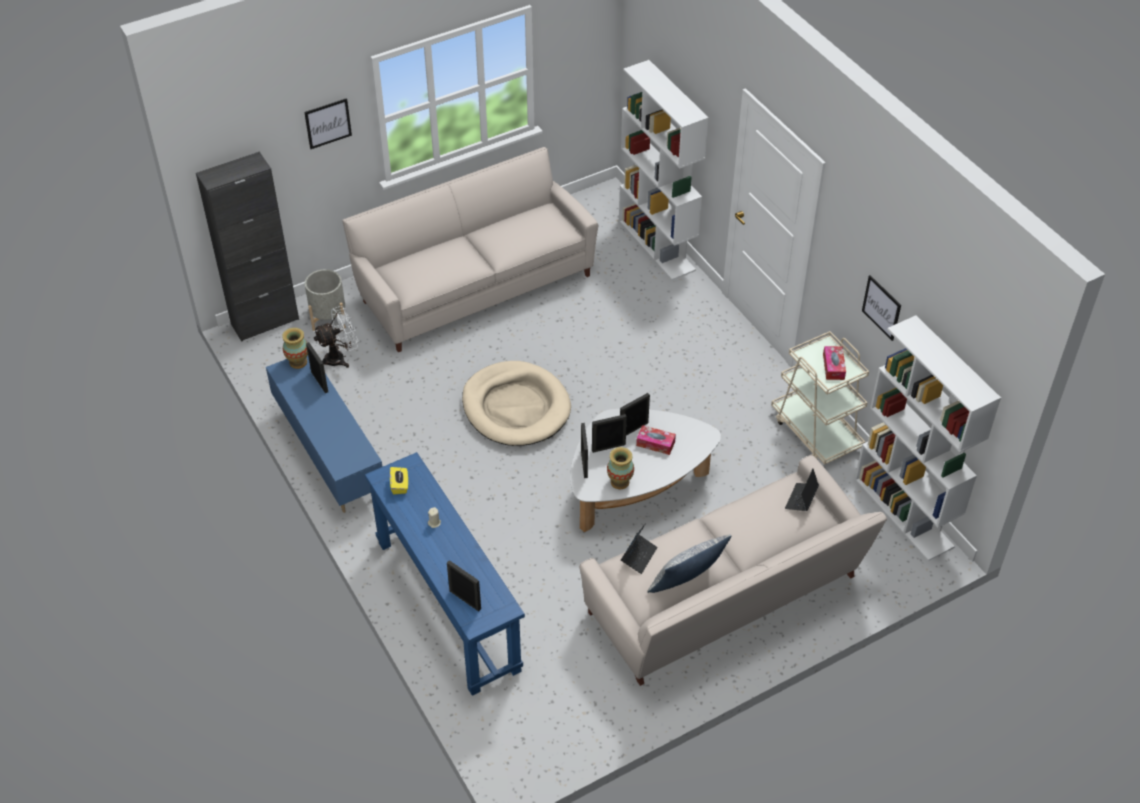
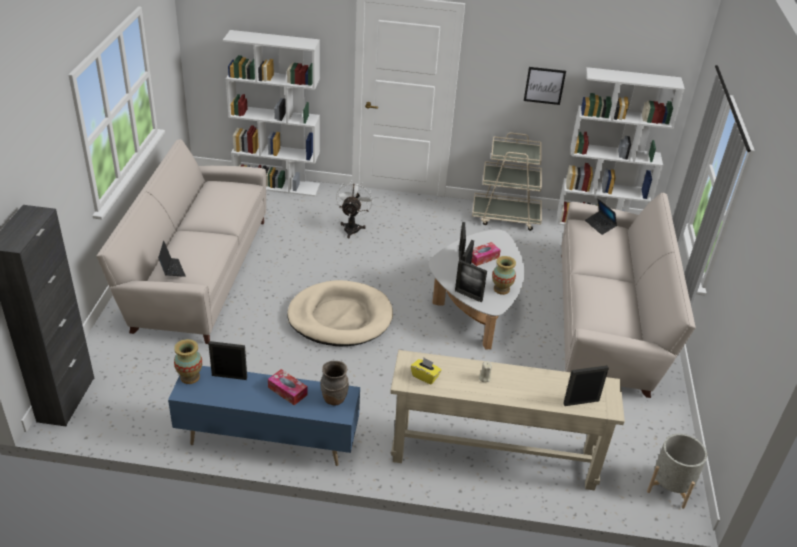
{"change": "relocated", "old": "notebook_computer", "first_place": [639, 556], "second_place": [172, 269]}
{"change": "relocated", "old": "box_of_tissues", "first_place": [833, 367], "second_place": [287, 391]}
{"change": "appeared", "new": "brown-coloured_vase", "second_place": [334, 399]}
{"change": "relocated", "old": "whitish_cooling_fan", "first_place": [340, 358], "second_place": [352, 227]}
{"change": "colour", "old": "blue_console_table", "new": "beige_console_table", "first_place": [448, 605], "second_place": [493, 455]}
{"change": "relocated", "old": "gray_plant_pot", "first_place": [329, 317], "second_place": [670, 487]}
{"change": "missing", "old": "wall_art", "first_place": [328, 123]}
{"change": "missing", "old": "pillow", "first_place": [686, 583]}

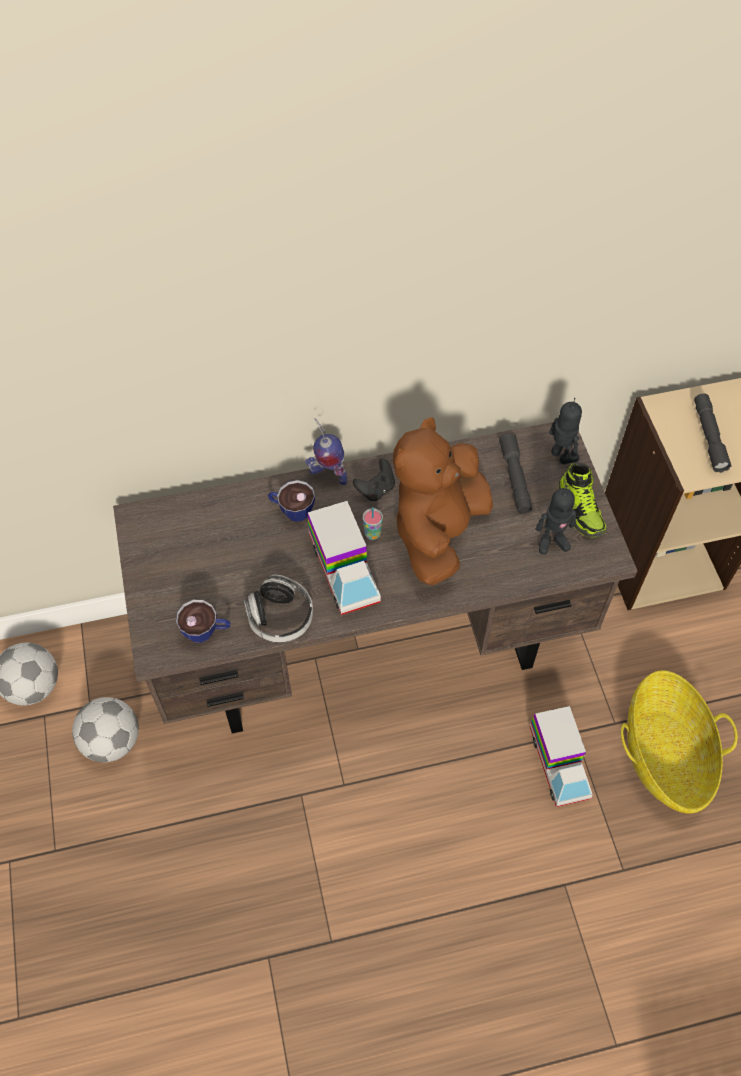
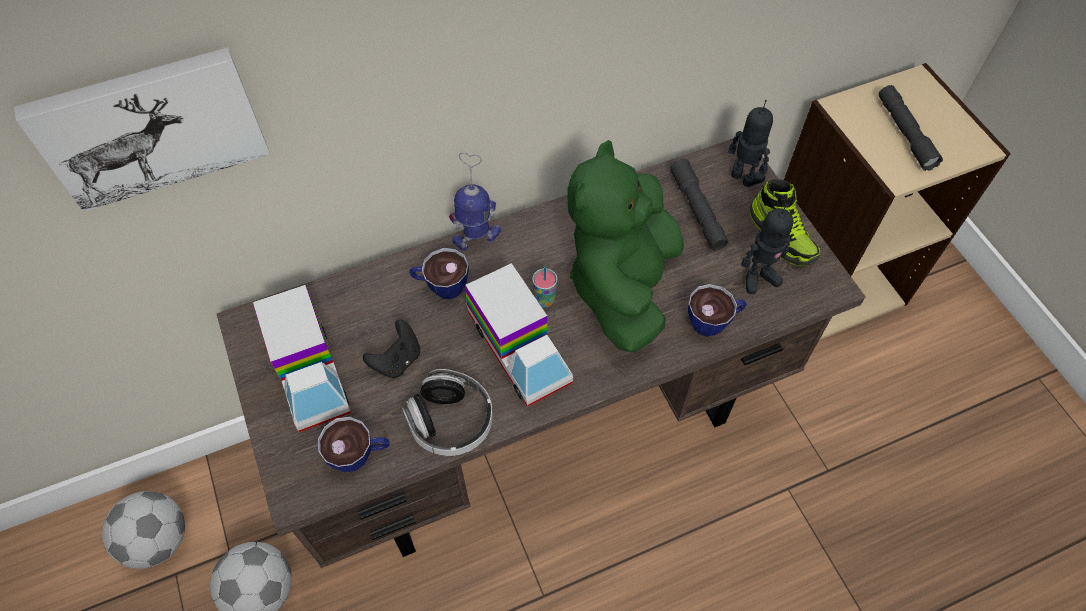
{"change": "appeared", "new": "wall_art", "second_place": [151, 125]}
{"change": "relocated", "old": "model_truck", "first_place": [558, 763], "second_place": [309, 372]}
{"change": "relocated", "old": "black_gamepad", "first_place": [376, 489], "second_place": [397, 360]}
{"change": "spun", "old": "robot_figure", "first_place": [328, 475], "second_place": [477, 238], "degrees": 150}
{"change": "colour", "old": "brown-coloured_cuddly_toy", "new": "green-coloured_cuddly_toy", "first_place": [438, 531], "second_place": [622, 286]}
{"change": "appeared", "new": "cup", "second_place": [713, 321]}
{"change": "missing", "old": "storage_basket", "first_place": [665, 754]}

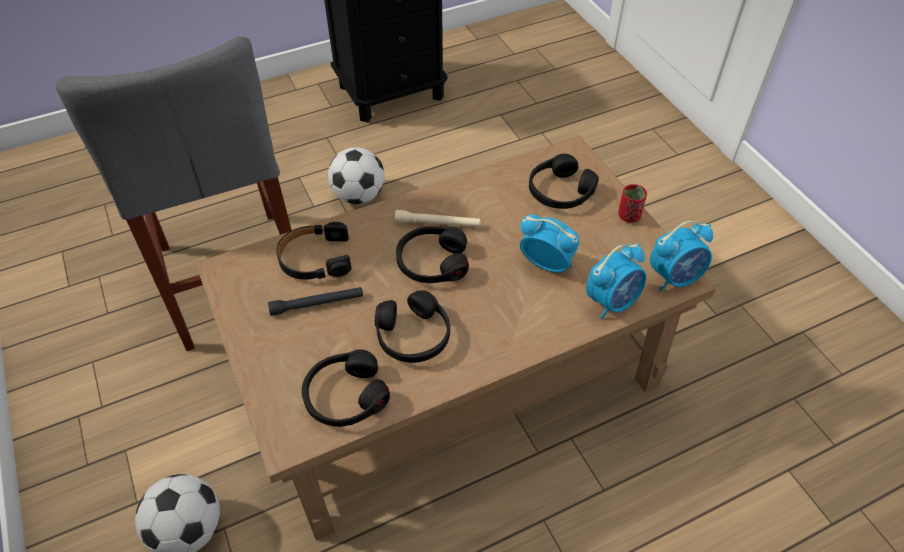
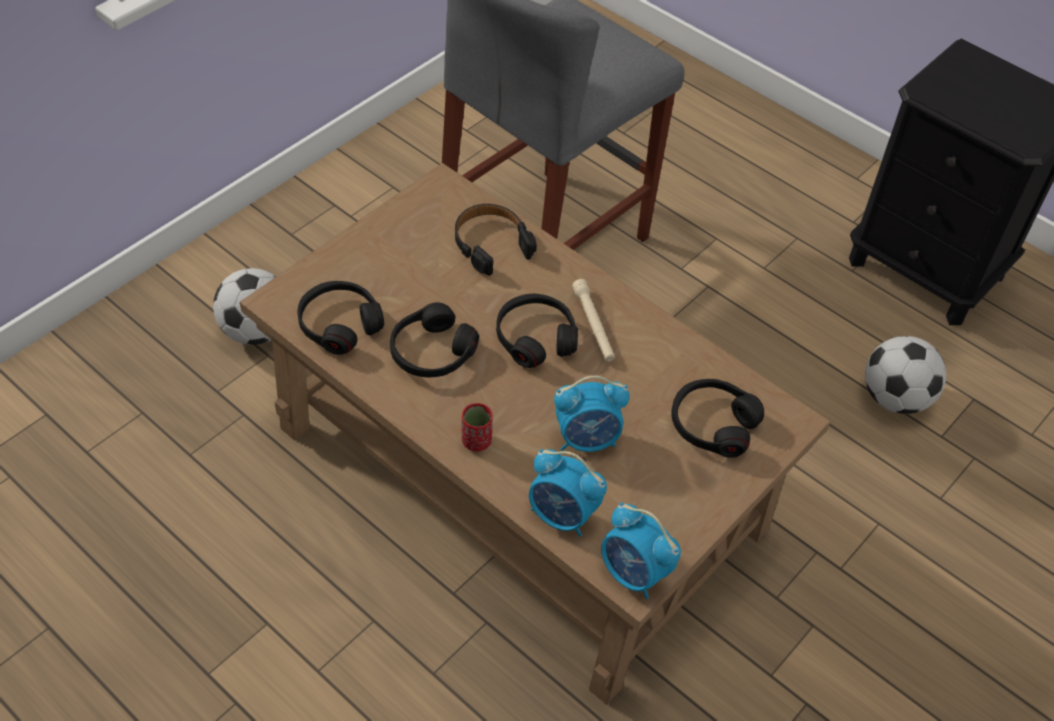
{"change": "relocated", "old": "red_cup", "first_place": [629, 216], "second_place": [476, 441]}
{"change": "spun", "old": "bedside_clock", "first_place": [546, 263], "second_place": [587, 439], "degrees": 75}
{"change": "relocated", "old": "football_ball", "first_place": [359, 196], "second_place": [894, 398]}
{"change": "missing", "old": "black_flashlight", "first_place": [317, 304]}

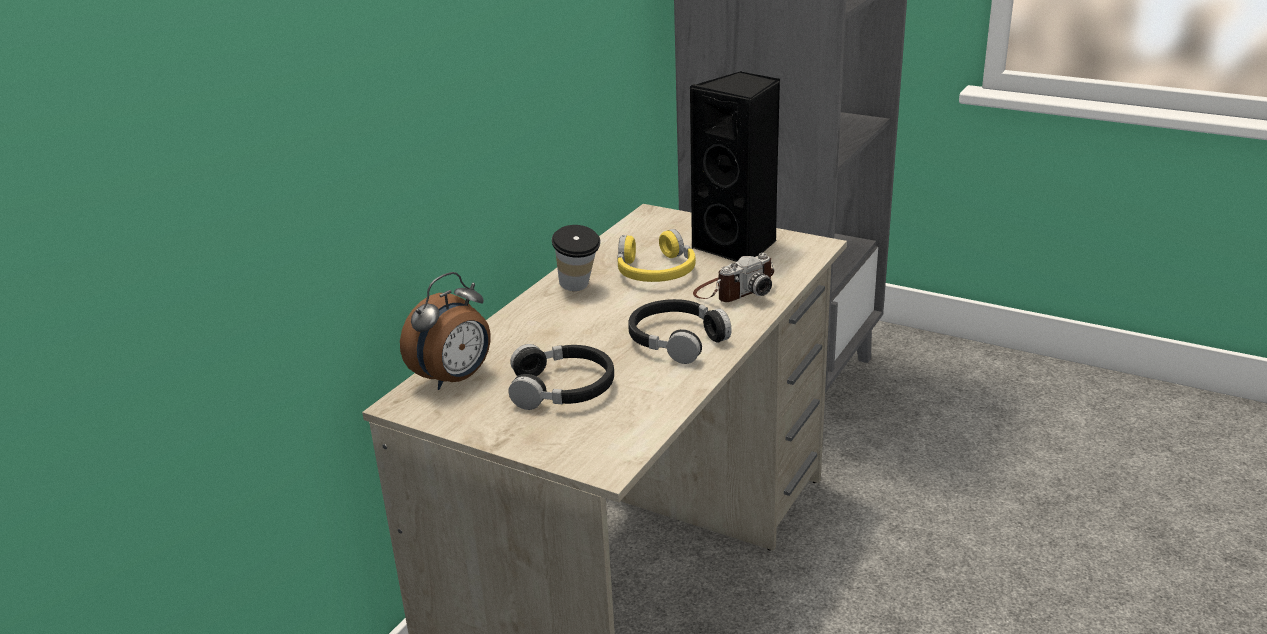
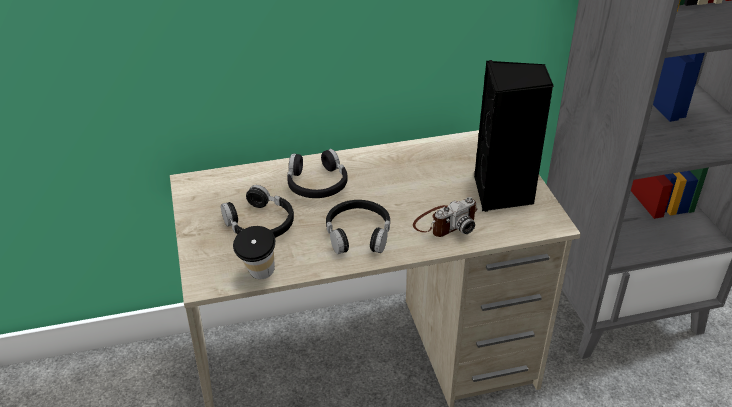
{"change": "relocated", "old": "cup", "first_place": [578, 289], "second_place": [258, 277]}
{"change": "appeared", "new": "black_pair_of_headphones", "second_place": [317, 183]}
{"change": "spun", "old": "still_camera", "first_place": [734, 290], "second_place": [445, 223], "degrees": -45}
{"change": "missing", "old": "bedside_clock", "first_place": [455, 379]}
{"change": "missing", "old": "yellow_pair_of_headphones", "first_place": [655, 271]}

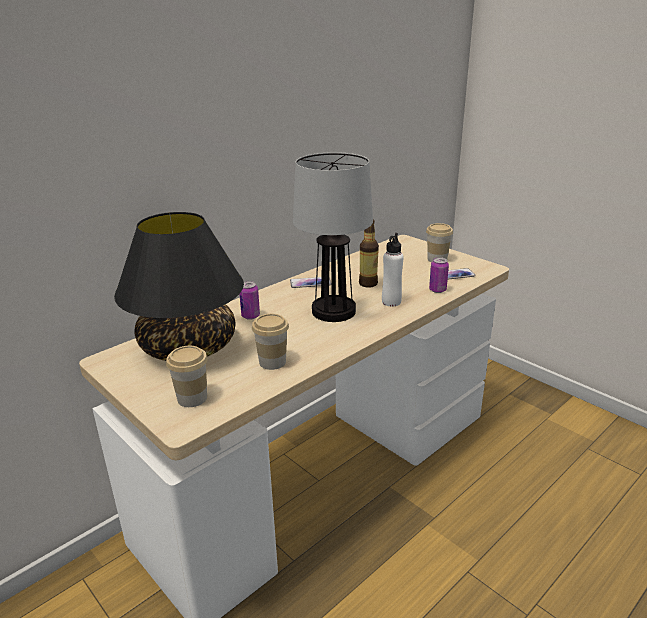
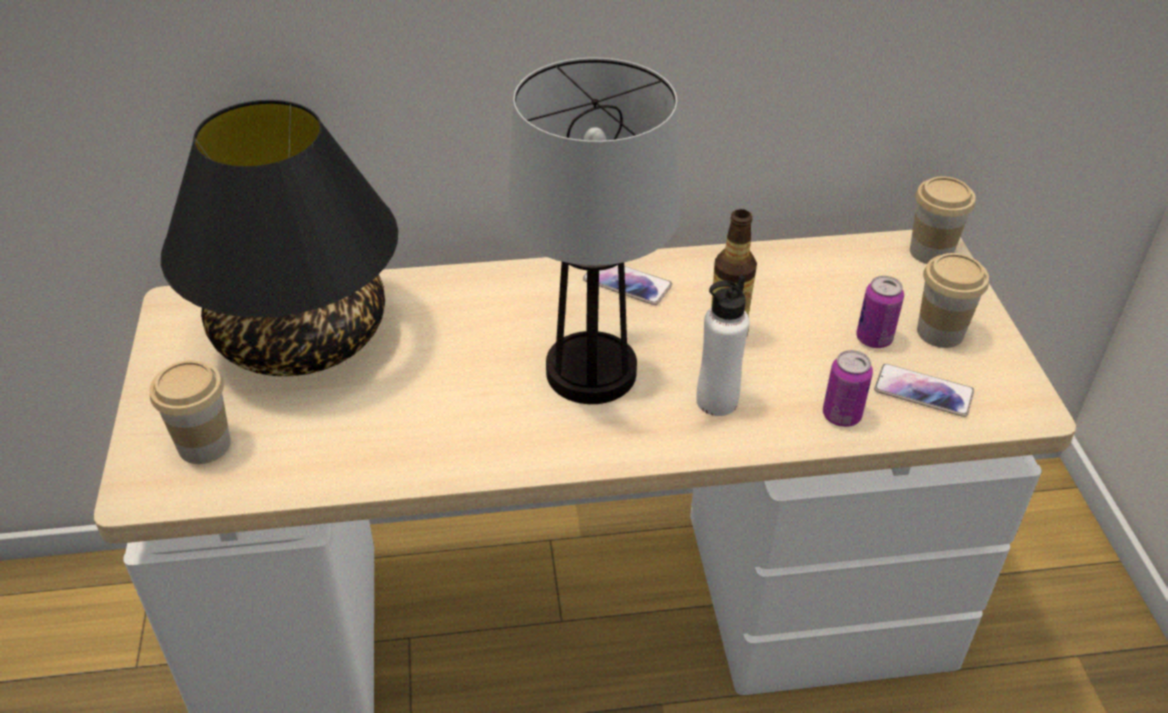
{"change": "relocated", "old": "sealed_can", "first_place": [250, 316], "second_place": [874, 339]}
{"change": "relocated", "old": "cup", "first_place": [272, 362], "second_place": [931, 252]}

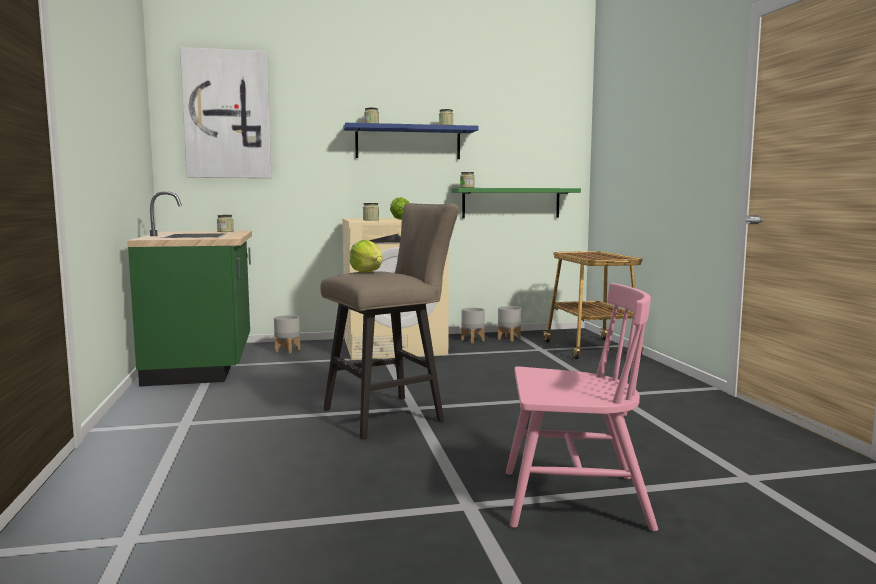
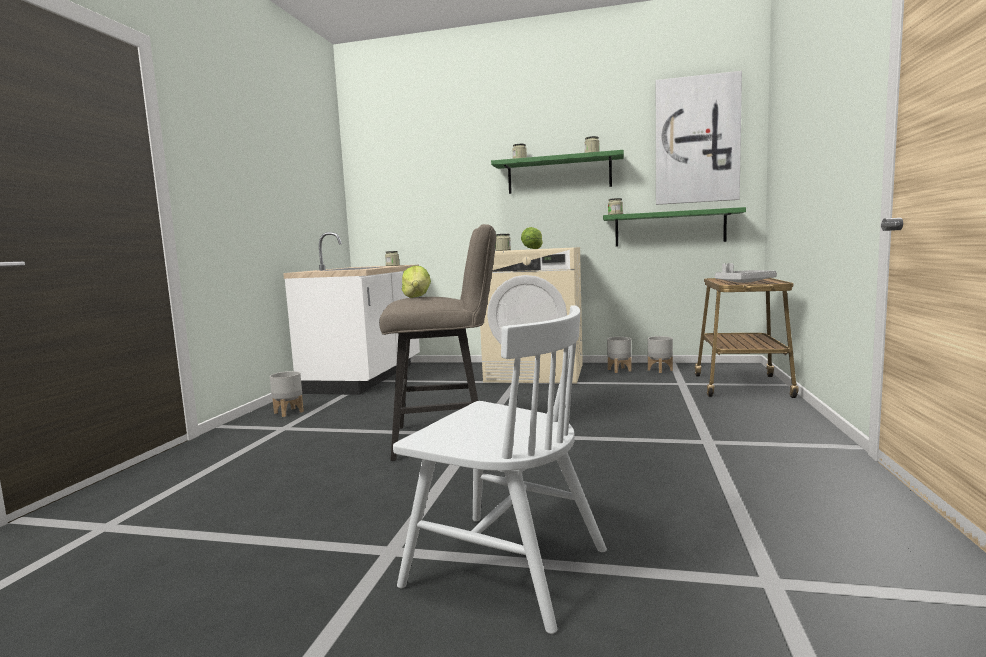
{"change": "relocated", "old": "gray_plant_pot", "first_place": [287, 350], "second_place": [288, 412]}
{"change": "colour", "old": "green-coloured_kitchen_counter", "new": "whitish_kitchen_counter", "first_place": [204, 363], "second_place": [366, 378]}
{"change": "colour", "old": "pink-coloured_upright_chair", "new": "whitish_upright_chair", "first_place": [573, 500], "second_place": [505, 567]}
{"change": "colour", "old": "blue_wall_shelf", "new": "green-coloured_wall_shelf", "first_place": [408, 143], "second_place": [559, 174]}
{"change": "relocated", "old": "wall_art", "first_place": [227, 114], "second_place": [697, 140]}
{"change": "appeared", "new": "gray_serving_tray", "second_place": [744, 282]}

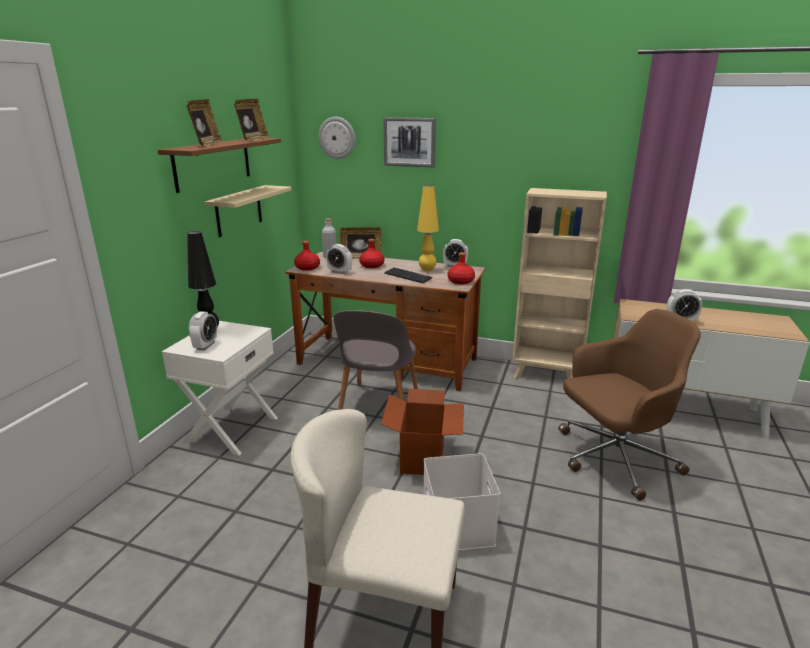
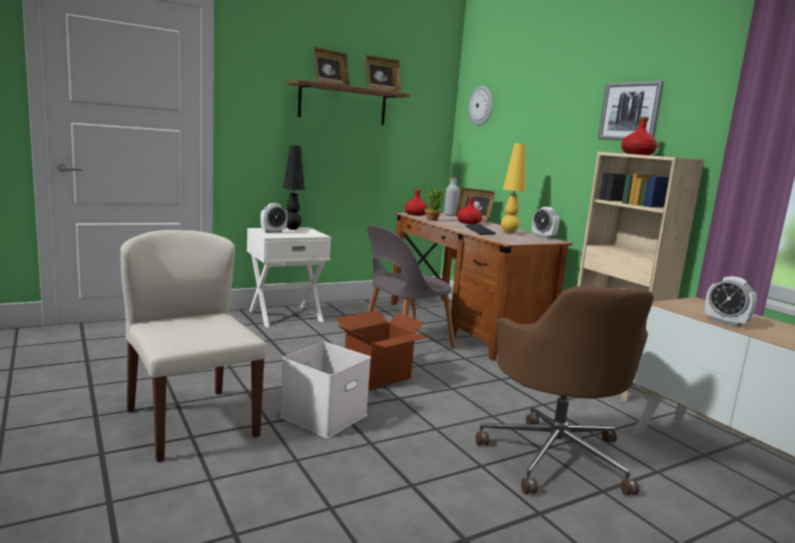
{"change": "exchanged", "old": "bedside_clock", "new": "houseplant", "first_place": [339, 272], "second_place": [432, 219]}
{"change": "spun", "old": "brown-coloured_desk_chair", "first_place": [614, 458], "second_place": [555, 455], "degrees": 60}
{"change": "relocated", "old": "wall_art", "first_place": [409, 142], "second_place": [630, 111]}
{"change": "relocated", "old": "red_beverage_bottle", "first_place": [461, 281], "second_place": [638, 154]}
{"change": "missing", "old": "beige_wall_shelf", "first_place": [239, 210]}

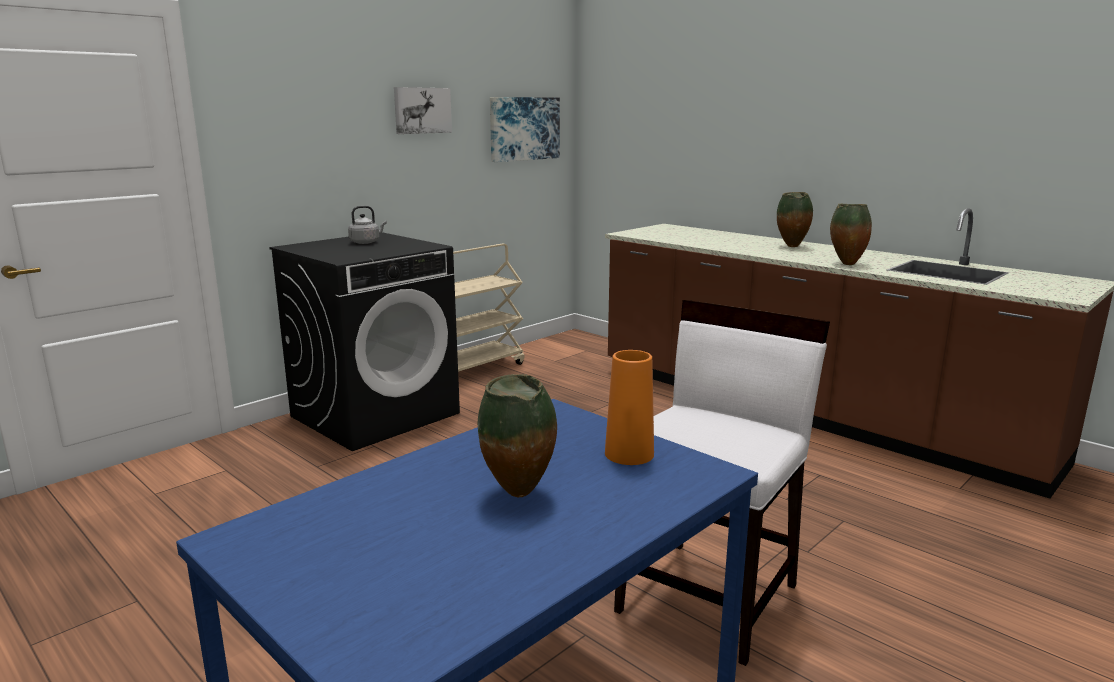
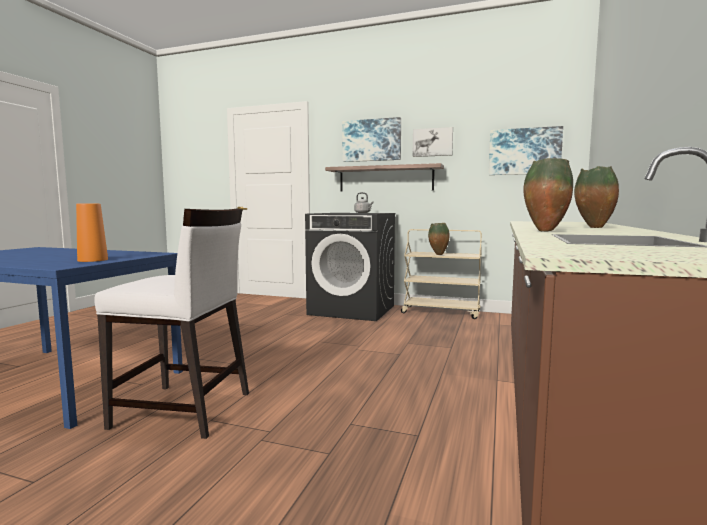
{"change": "appeared", "new": "wall_shelf", "second_place": [385, 179]}
{"change": "appeared", "new": "wall_art", "second_place": [371, 140]}
{"change": "relocated", "old": "vase", "first_place": [519, 495], "second_place": [438, 254]}

